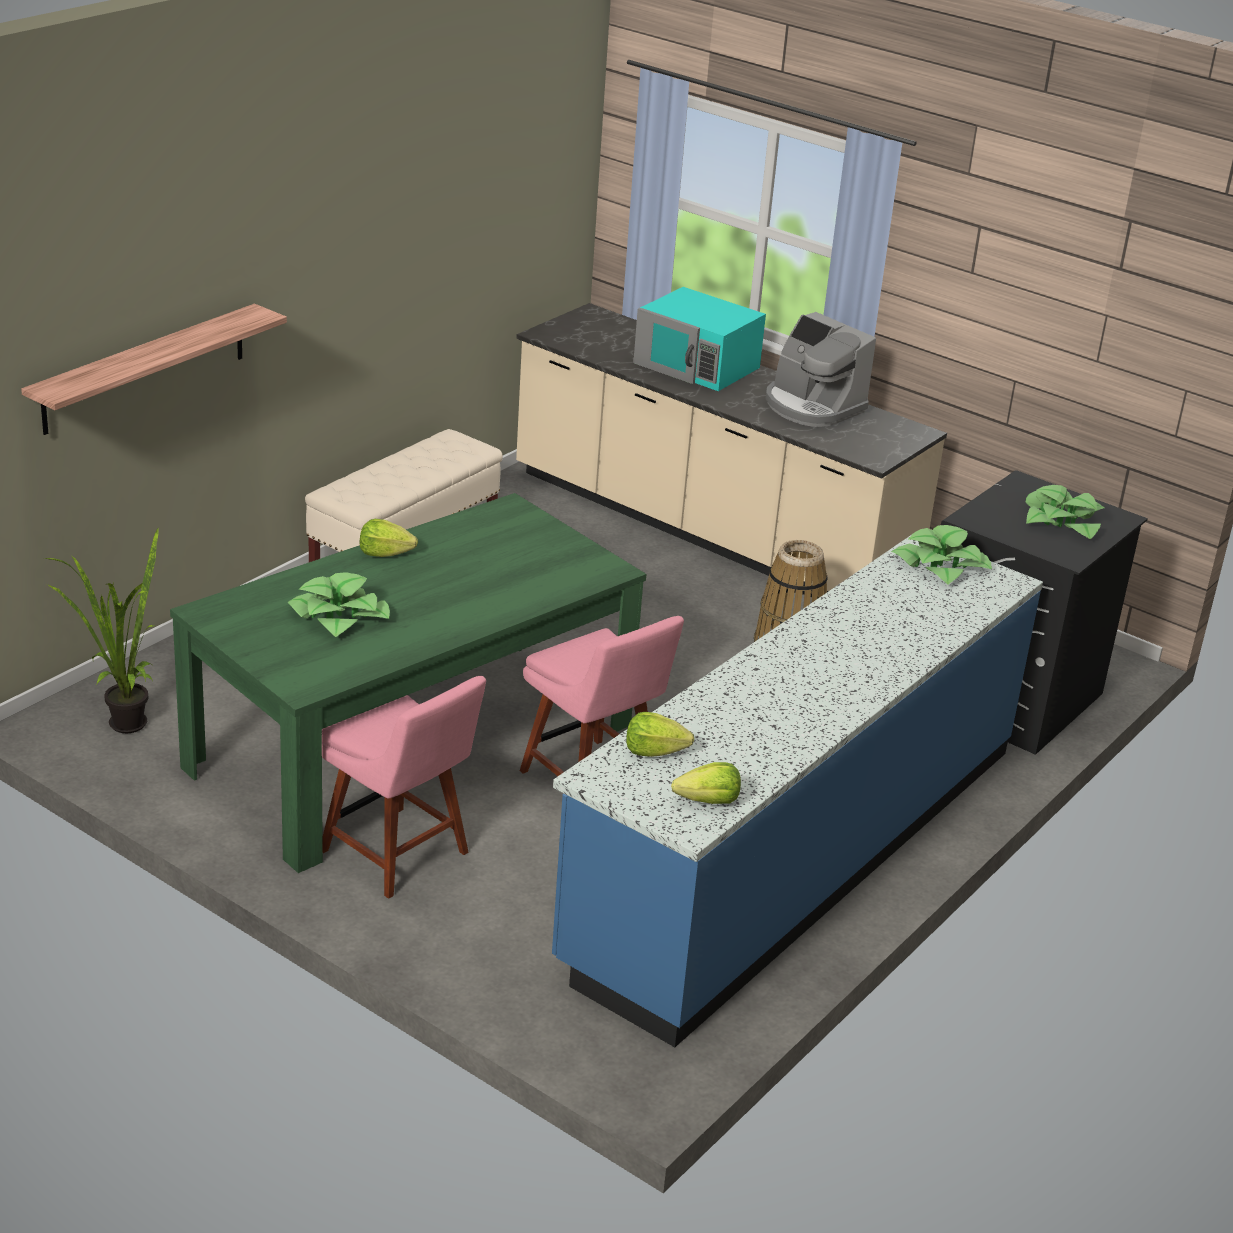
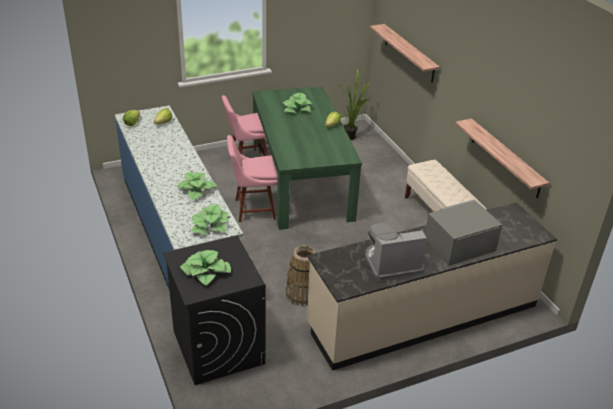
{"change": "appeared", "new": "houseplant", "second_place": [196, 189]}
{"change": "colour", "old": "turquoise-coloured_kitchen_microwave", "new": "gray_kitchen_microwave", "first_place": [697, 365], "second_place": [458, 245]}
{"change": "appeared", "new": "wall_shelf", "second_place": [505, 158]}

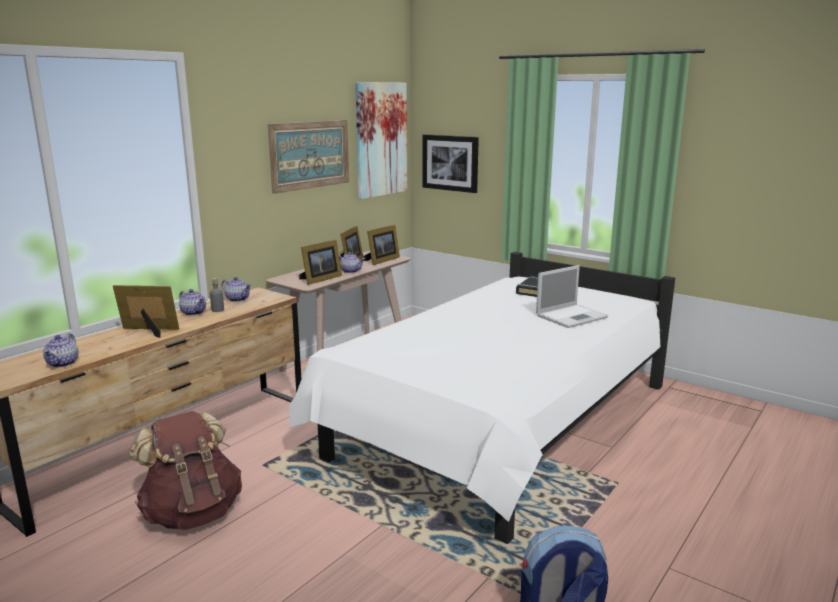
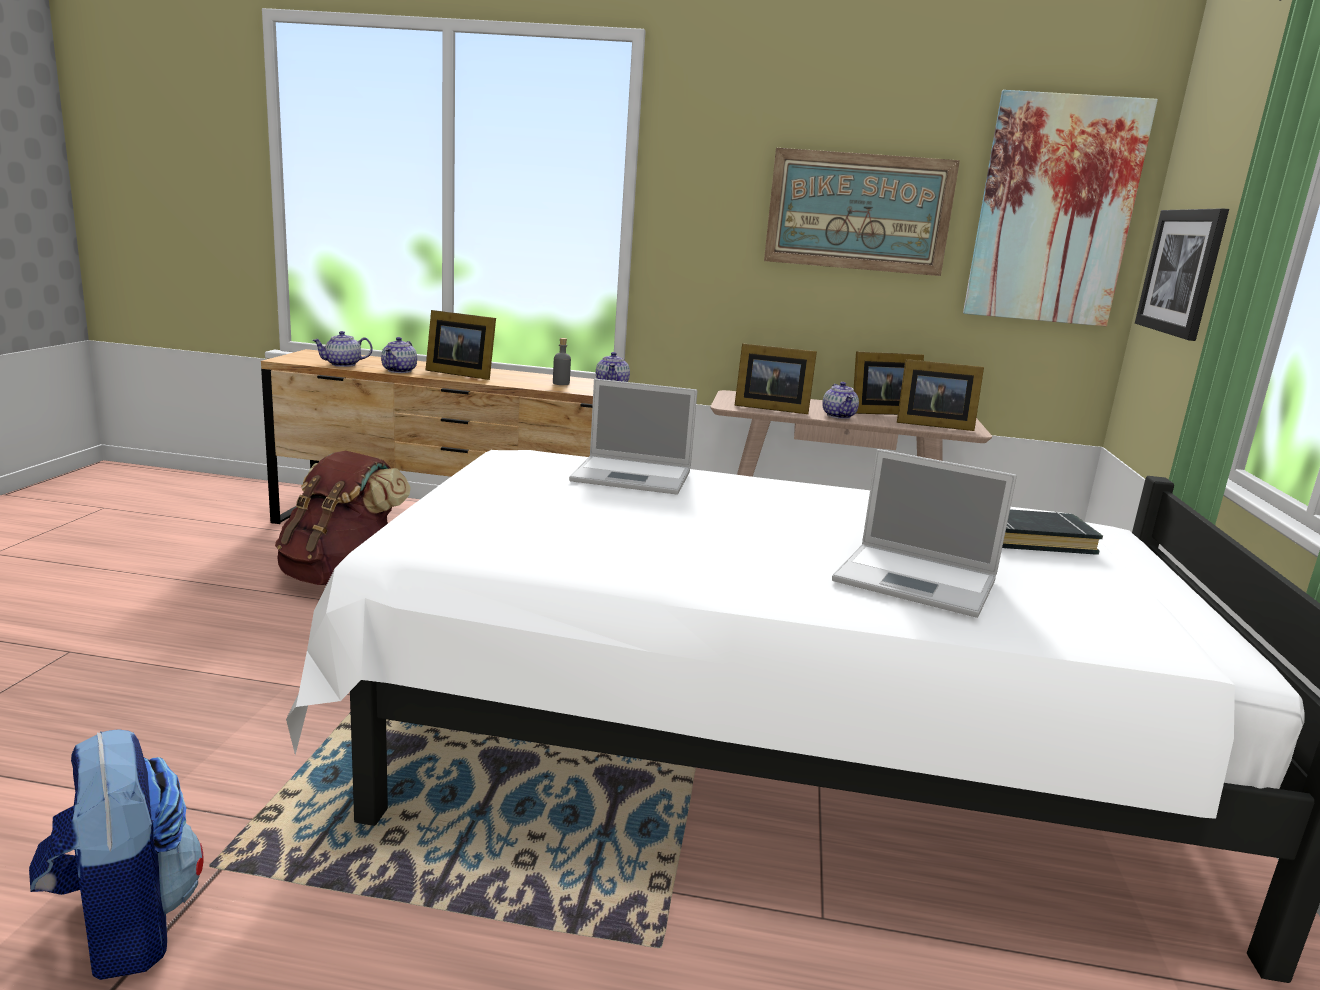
{"change": "relocated", "old": "tea_pot", "first_place": [193, 312], "second_place": [400, 371]}
{"change": "spun", "old": "standing_frame", "first_place": [149, 331], "second_place": [460, 373], "degrees": 135}
{"change": "appeared", "new": "notebook_computer", "second_place": [634, 476]}

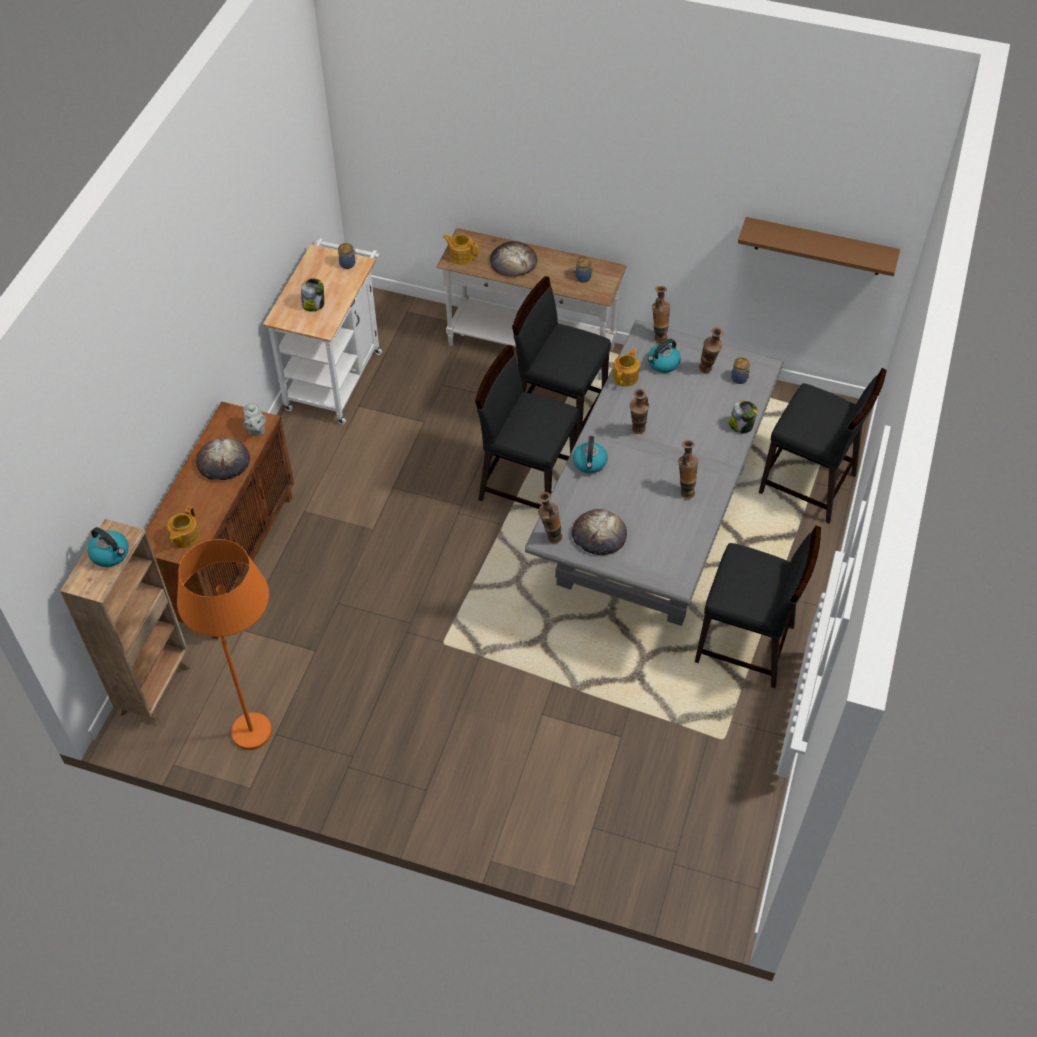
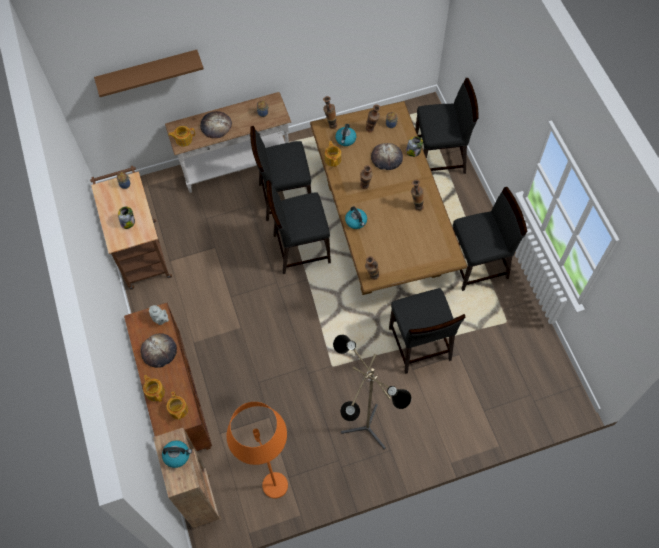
{"change": "colour", "old": "whitish_cart", "new": "brown-coloured_cart", "first_place": [336, 375], "second_place": [141, 250]}
{"change": "relocated", "old": "brown-coloured_wall_shelf", "first_place": [819, 246], "second_place": [148, 71]}
{"change": "appeared", "new": "tea_pot", "second_place": [155, 391]}
{"change": "colour", "old": "gray_dinner_table", "new": "brown-coloured_dinner_table", "first_place": [652, 525], "second_place": [383, 229]}
{"change": "appeared", "new": "standard_lamp", "second_place": [363, 432]}
{"change": "relocated", "old": "bread", "first_place": [598, 534], "second_place": [386, 158]}
{"change": "appeared", "new": "black_upright_chair", "second_place": [419, 345]}

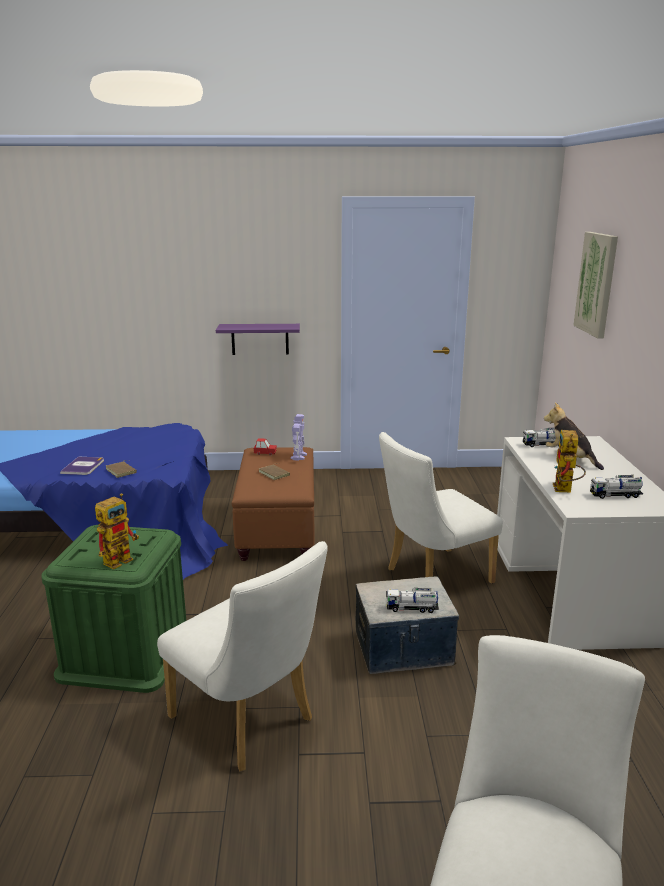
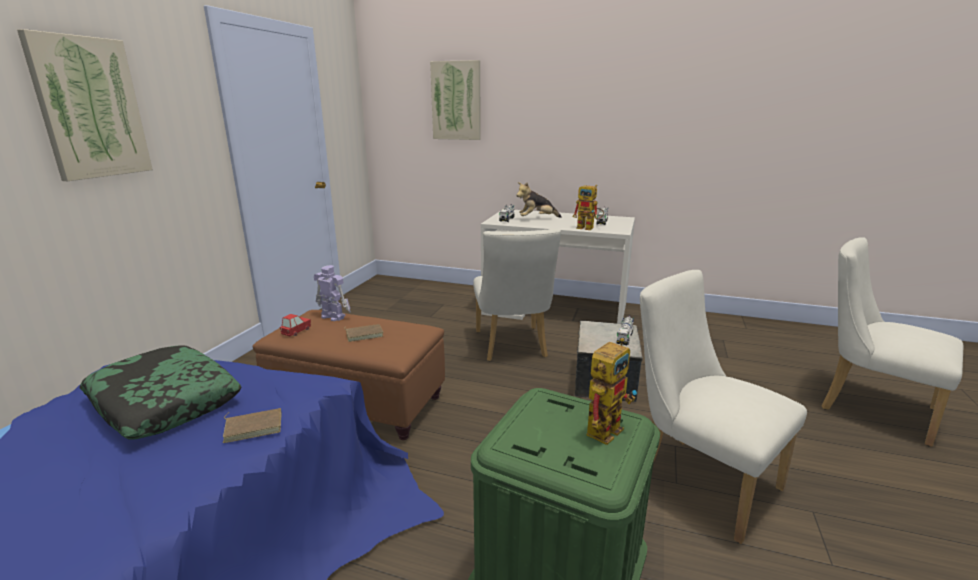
{"change": "appeared", "new": "wall_art", "second_place": [90, 108]}
{"change": "appeared", "new": "pillow", "second_place": [164, 402]}
{"change": "spun", "old": "robot_figure", "first_place": [121, 558], "second_place": [605, 426], "degrees": 75}
{"change": "spun", "old": "whitish_upright_chair", "first_place": [249, 723], "second_place": [697, 479], "degrees": -105}
{"change": "missing", "old": "volume", "first_place": [83, 466]}
{"change": "missing", "old": "purplish_wall_shelf", "first_place": [260, 339]}

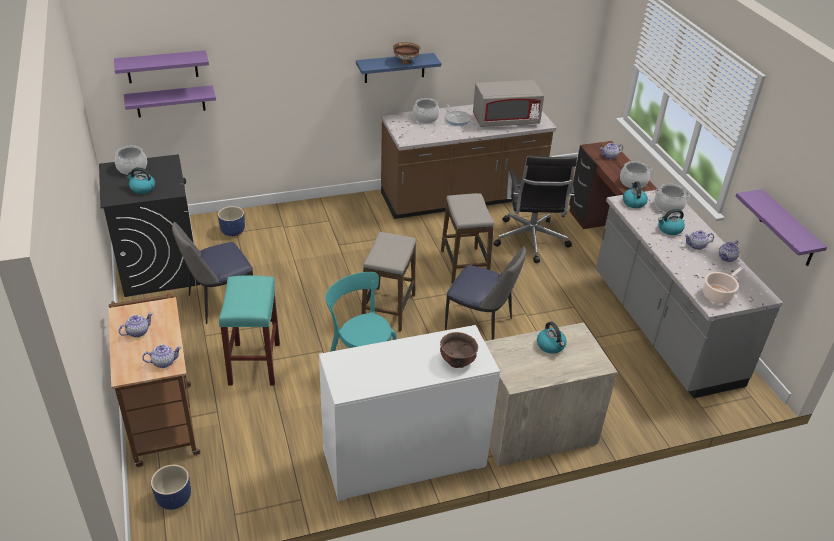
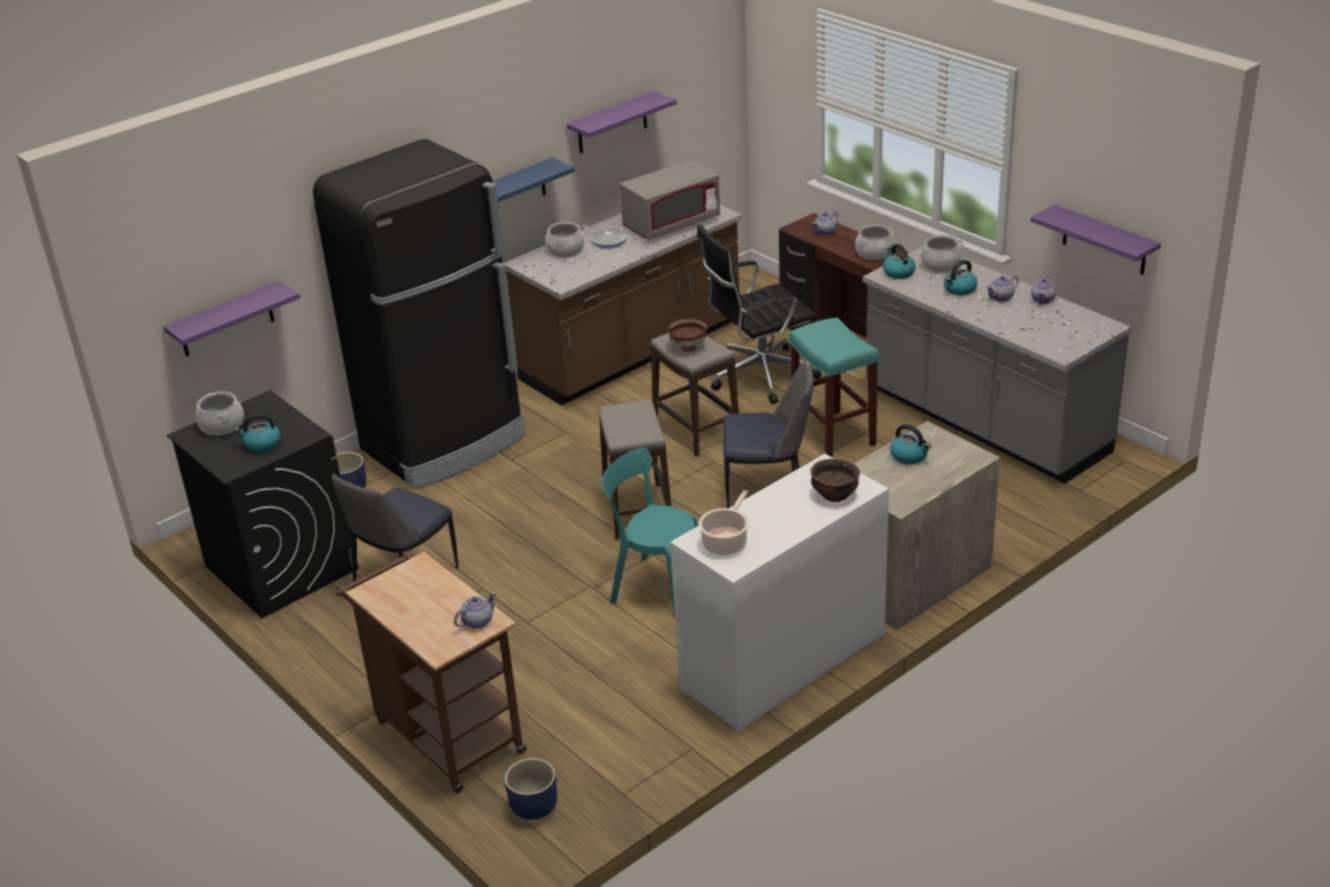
{"change": "appeared", "new": "black_refrigerator", "second_place": [445, 443]}
{"change": "relocated", "old": "purplish_wall_shelf", "first_place": [162, 67], "second_place": [612, 123]}
{"change": "relocated", "old": "brown-coloured_deep_dish", "first_place": [405, 62], "second_place": [688, 348]}
{"change": "spun", "old": "black_desk_chair", "first_place": [530, 241], "second_place": [759, 376], "degrees": 90}
{"change": "relocated", "old": "saucepot", "first_place": [718, 294], "second_place": [725, 542]}
{"change": "relocated", "old": "turquoise-coloured_stool", "first_place": [255, 364], "second_place": [834, 436]}
{"change": "missing", "old": "tea_pot", "first_place": [138, 332]}

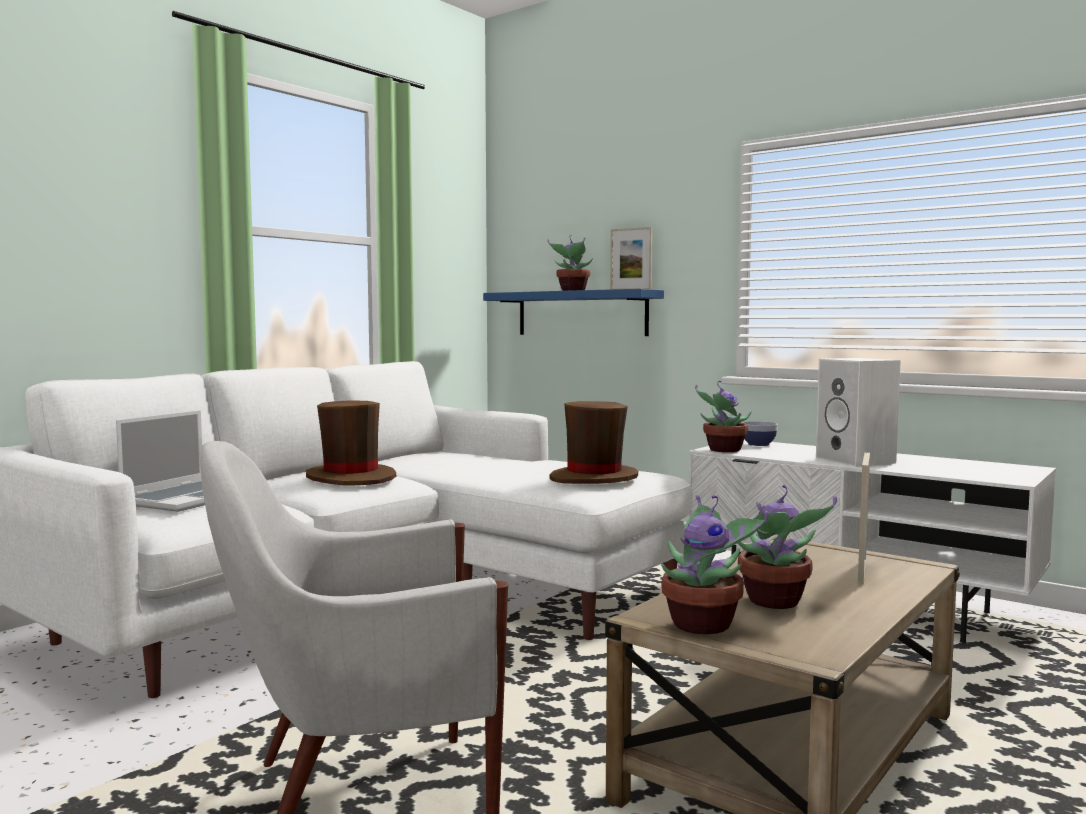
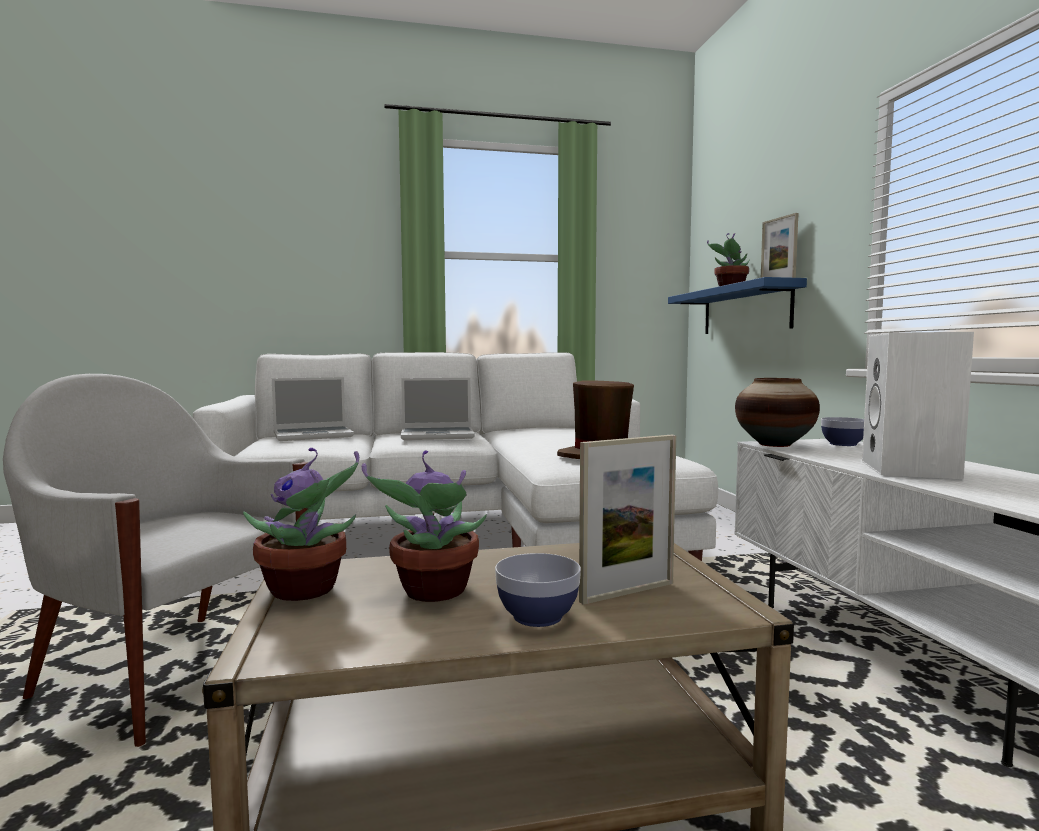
{"change": "exchanged", "old": "brown-coloured_hat", "new": "notebook_computer", "first_place": [351, 478], "second_place": [438, 435]}
{"change": "appeared", "new": "deep_dish", "second_place": [537, 616]}
{"change": "exchanged", "old": "houseplant", "new": "vase", "first_place": [722, 450], "second_place": [774, 444]}

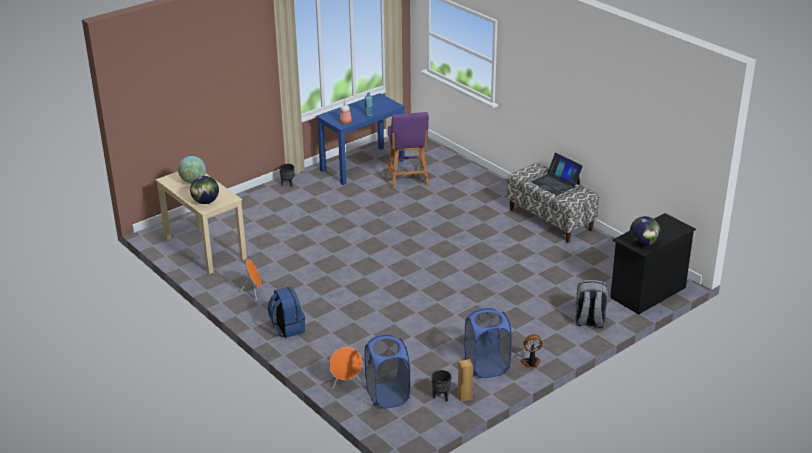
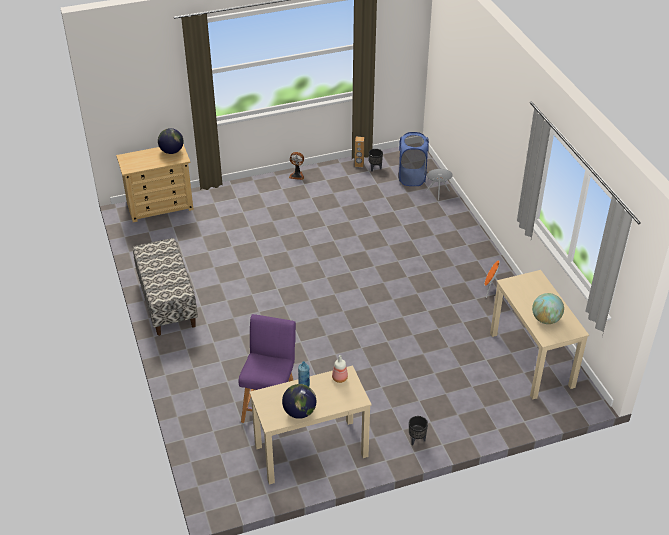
{"change": "colour", "old": "black_dresser", "new": "beige_dresser", "first_place": [647, 292], "second_place": [160, 206]}
{"change": "colour", "old": "blue_desk_table", "new": "beige_desk_table", "first_place": [362, 165], "second_place": [310, 451]}
{"change": "relocated", "old": "desk_globe", "first_place": [205, 202], "second_place": [299, 412]}
{"change": "missing", "old": "blue_knapsack", "first_place": [287, 328]}
{"change": "missing", "old": "blue_washing_basket", "first_place": [486, 367]}
{"change": "missing", "old": "notebook_computer", "first_place": [555, 183]}
{"change": "missing", "old": "gray_knapsack", "first_place": [589, 321]}

